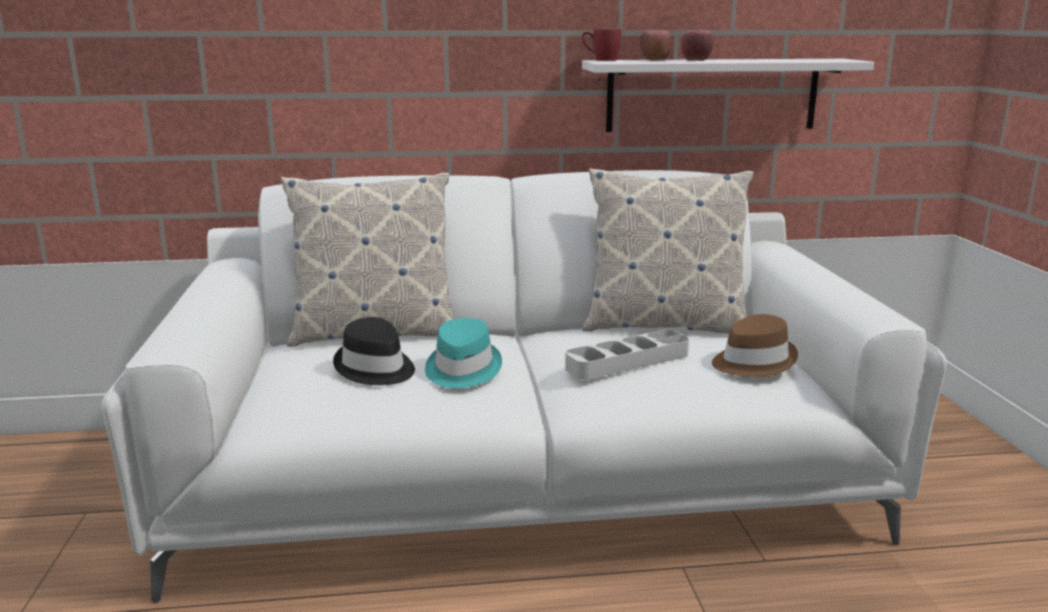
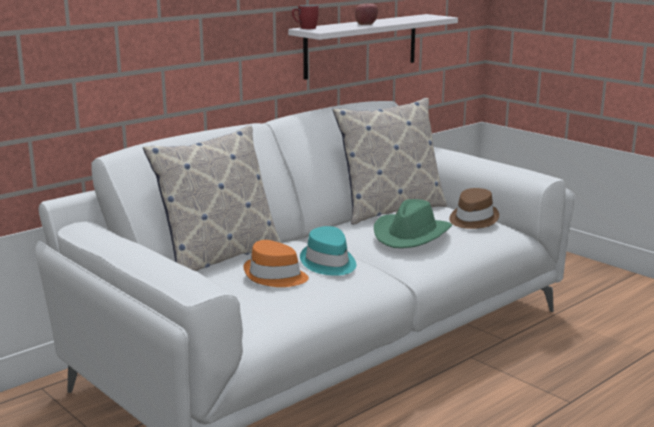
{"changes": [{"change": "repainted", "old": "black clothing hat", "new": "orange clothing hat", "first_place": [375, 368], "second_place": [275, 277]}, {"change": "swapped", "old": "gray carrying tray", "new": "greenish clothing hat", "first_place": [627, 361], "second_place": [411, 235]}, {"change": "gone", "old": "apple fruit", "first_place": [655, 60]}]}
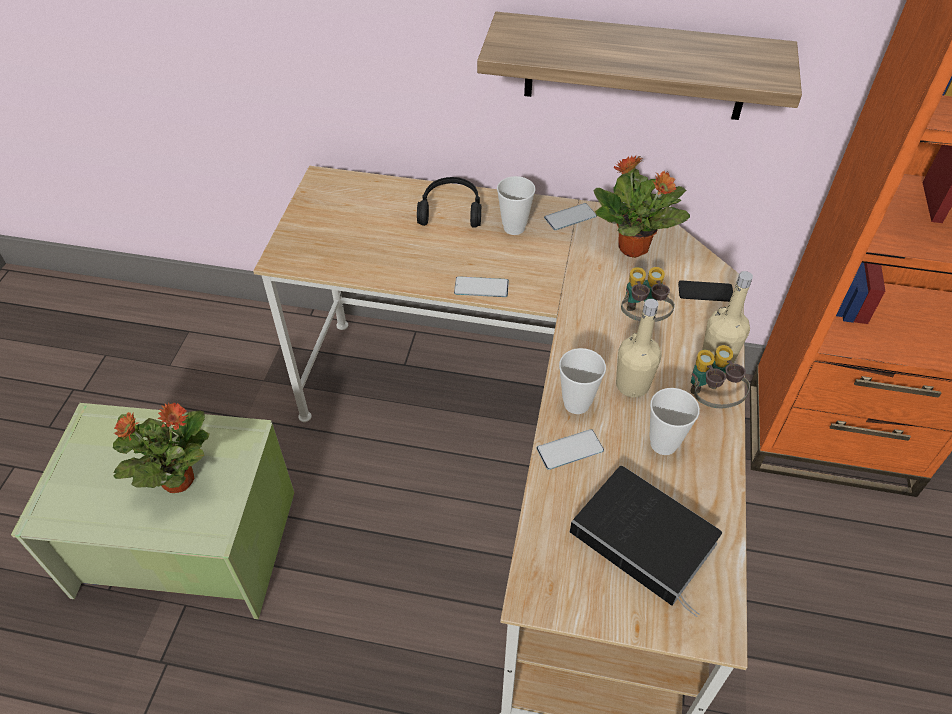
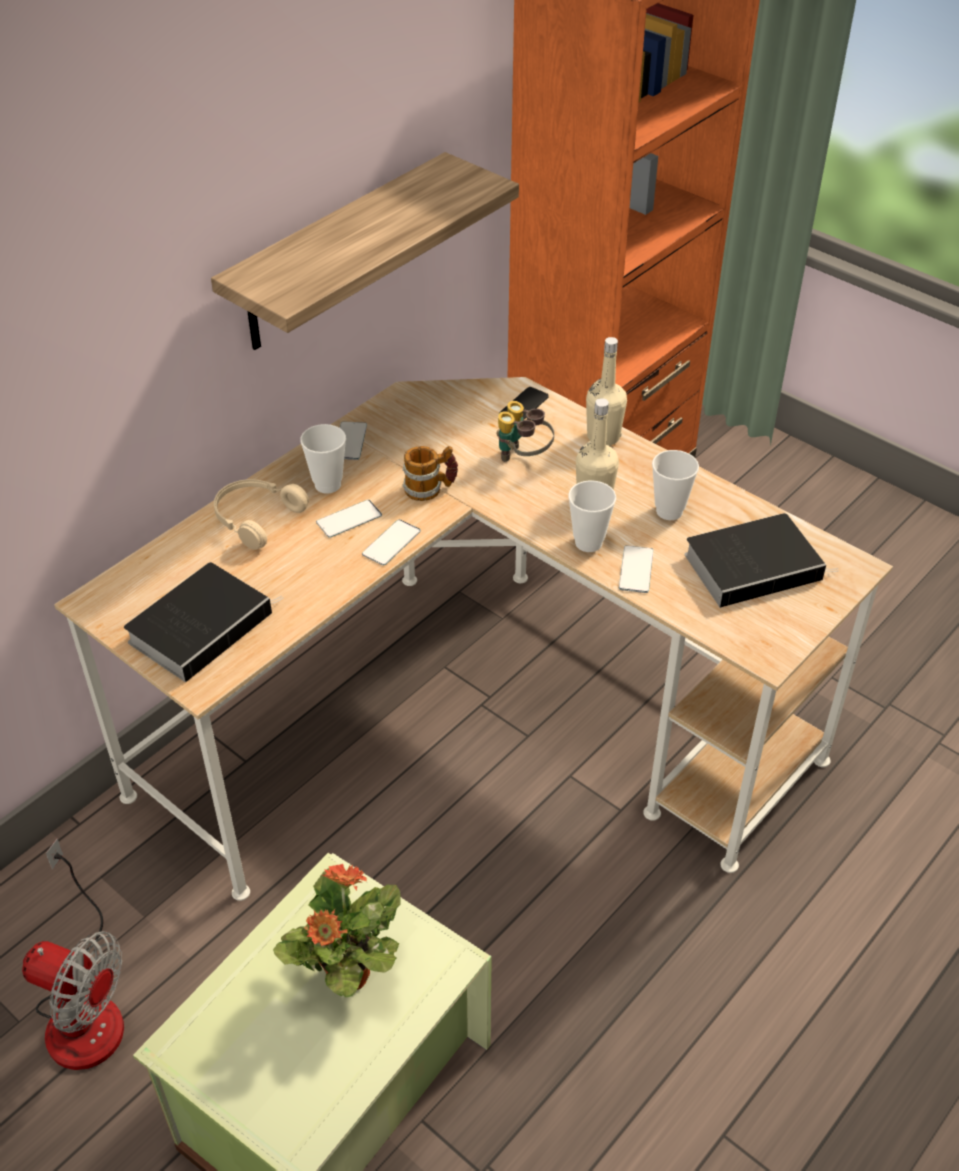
{"changes": [{"change": "repainted", "old": "black pair of headphones", "new": "beige-coloured pair of headphones", "first_place": [451, 210], "second_place": [255, 518]}, {"change": "gone", "old": "houseplant", "first_place": [634, 248]}, {"change": "gone", "old": "field glasses", "first_place": [710, 400]}, {"change": "new", "new": "electric fan", "second_place": [83, 1006]}, {"change": "new", "new": "bound book", "second_place": [202, 624]}, {"change": "new", "new": "handset", "second_place": [349, 519]}, {"change": "new", "new": "coffee mug", "second_place": [430, 489]}]}
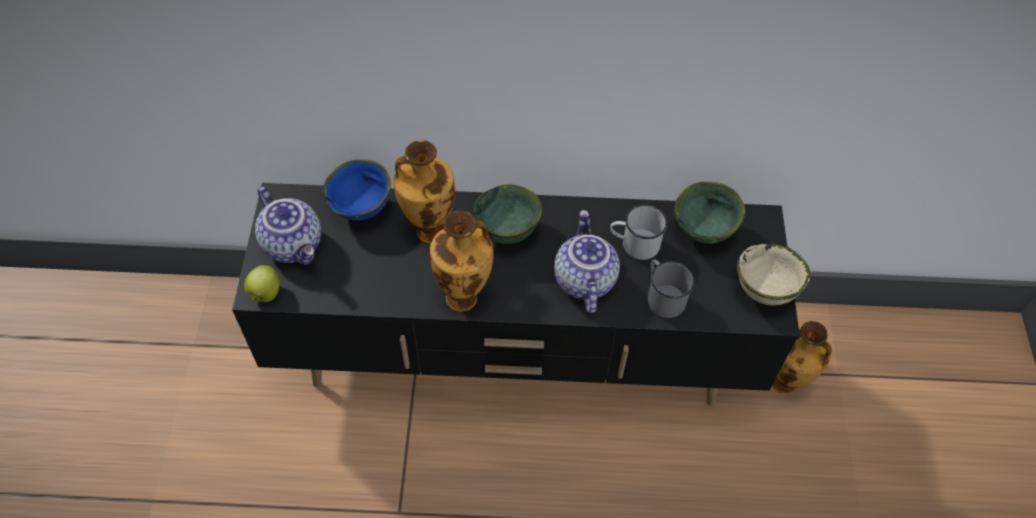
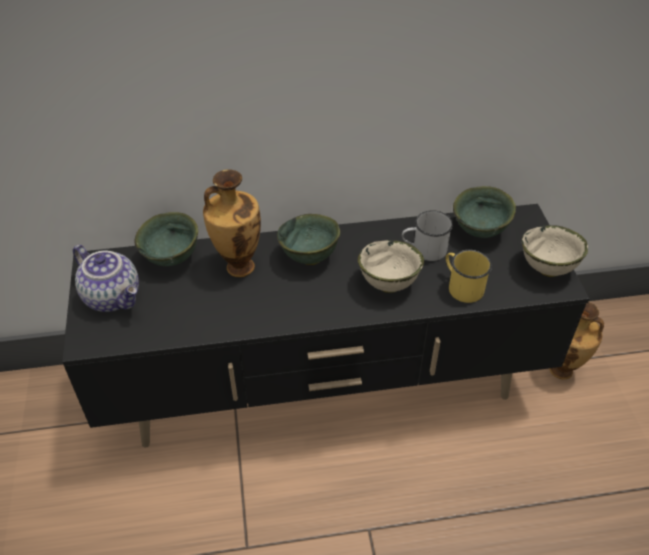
{"changes": [{"change": "gone", "old": "apple fruit", "first_place": [265, 294]}, {"change": "repainted", "old": "bluish serving bowl", "new": "greenish serving bowl", "first_place": [363, 209], "second_place": [173, 259]}, {"change": "gone", "old": "vase", "first_place": [464, 298]}, {"change": "swapped", "old": "pot for tea", "new": "beige-coloured serving bowl", "first_place": [583, 280], "second_place": [387, 284]}, {"change": "repainted", "old": "gray coffee mug", "new": "yellow coffee mug", "first_place": [662, 296], "second_place": [461, 286]}]}
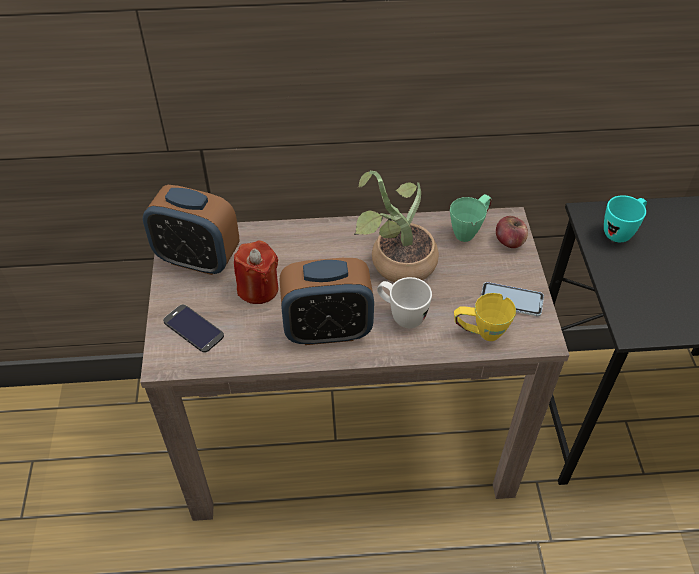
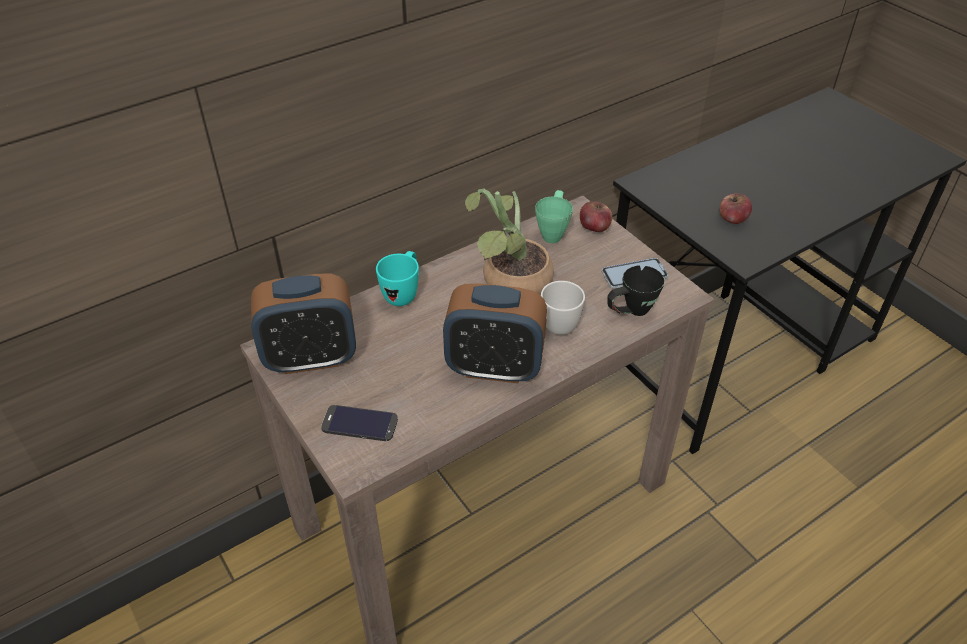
{"changes": [{"change": "gone", "old": "red wax candle", "first_place": [258, 289]}, {"change": "rotated", "old": "bedside clock", "first_place": [327, 330], "second_place": [494, 367], "degrees": 45}, {"change": "repainted", "old": "yellow coffee mug", "new": "black coffee mug", "first_place": [480, 333], "second_place": [630, 312]}, {"change": "shifted", "old": "turquoise coffee mug", "first_place": [621, 231], "second_place": [403, 293]}, {"change": "new", "new": "apple fruit", "second_place": [732, 219]}]}
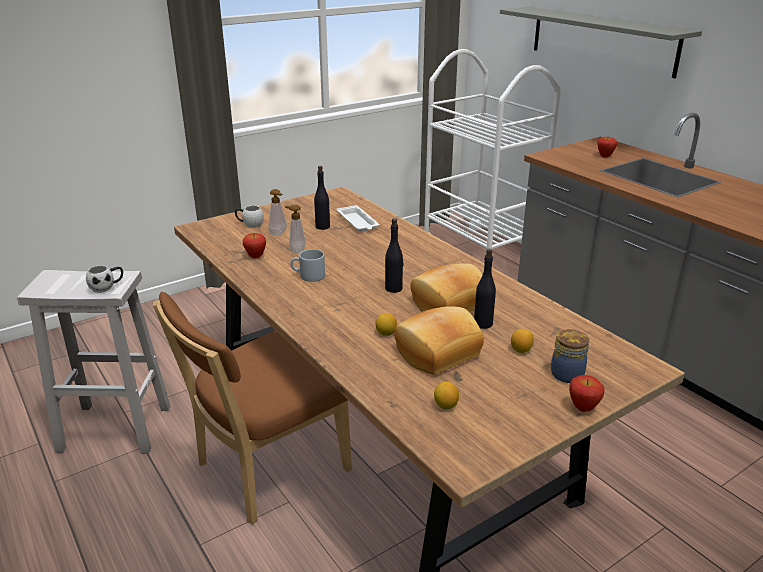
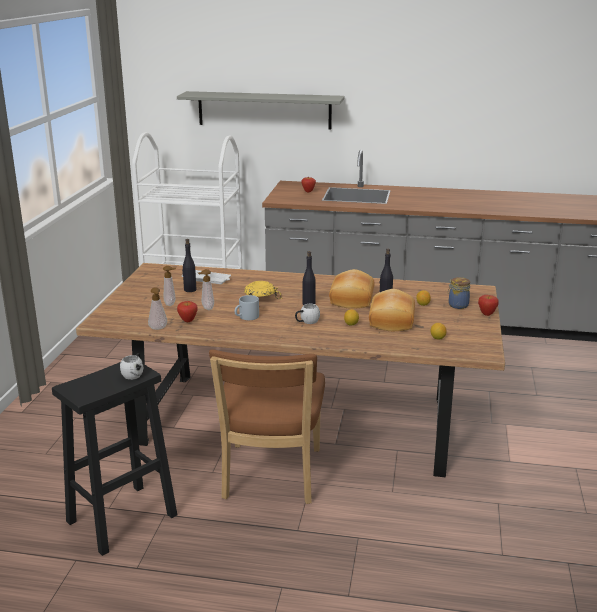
{"changes": [{"change": "repainted", "old": "whitish stool", "new": "black stool", "first_place": [117, 428], "second_place": [123, 517]}, {"change": "shifted", "old": "whitish coffee mug", "first_place": [249, 224], "second_place": [306, 322]}, {"change": "new", "new": "liquid soap bottle", "second_place": [158, 329]}, {"change": "new", "new": "yellow serving bowl", "second_place": [260, 300]}]}
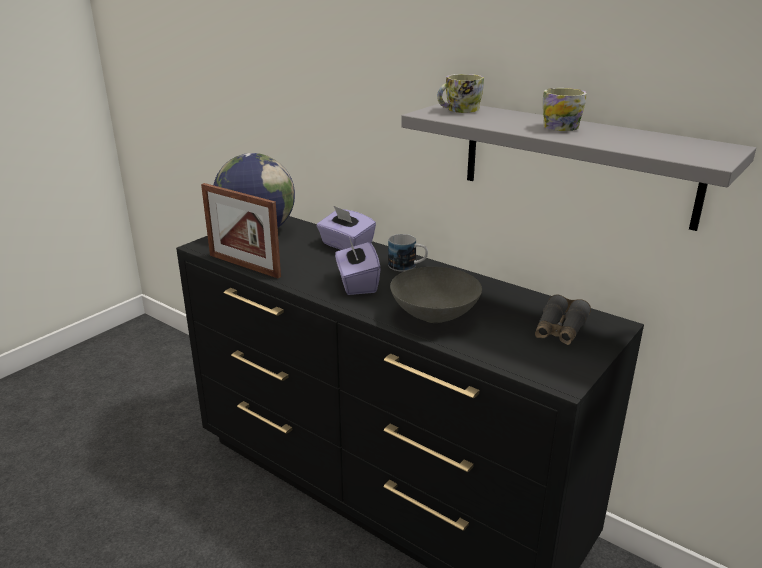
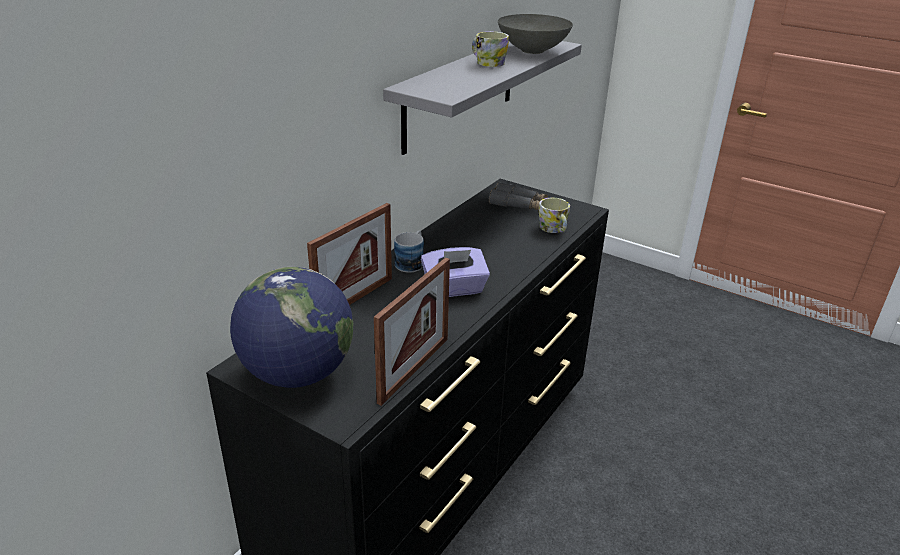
{"changes": [{"change": "swapped", "old": "purplish box of tissues", "new": "photo frame", "first_place": [346, 246], "second_place": [354, 299]}, {"change": "shifted", "old": "gray serving bowl", "first_place": [435, 315], "second_place": [531, 50]}, {"change": "shifted", "old": "coffee mug", "first_place": [458, 110], "second_place": [554, 229]}]}
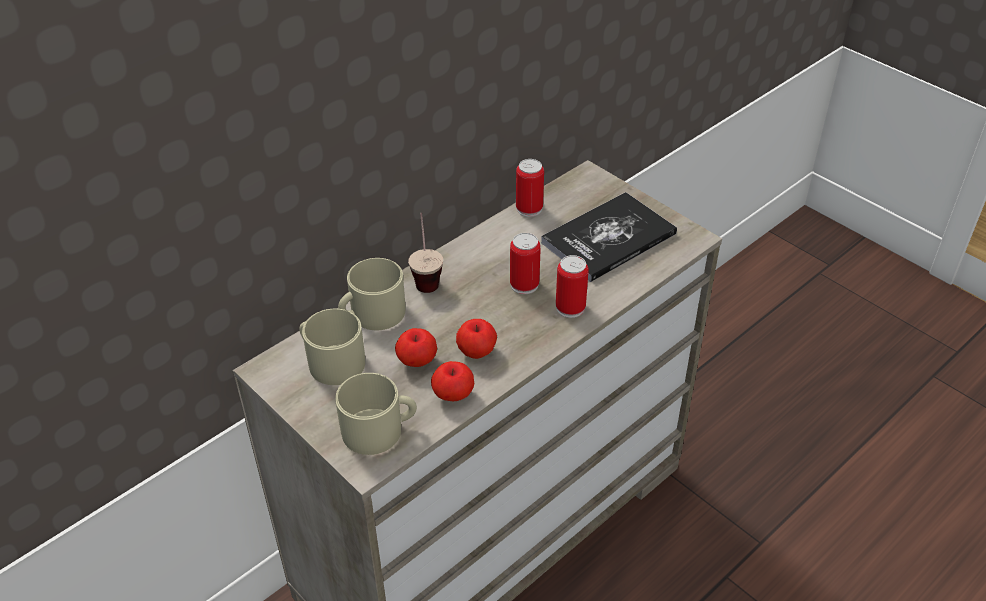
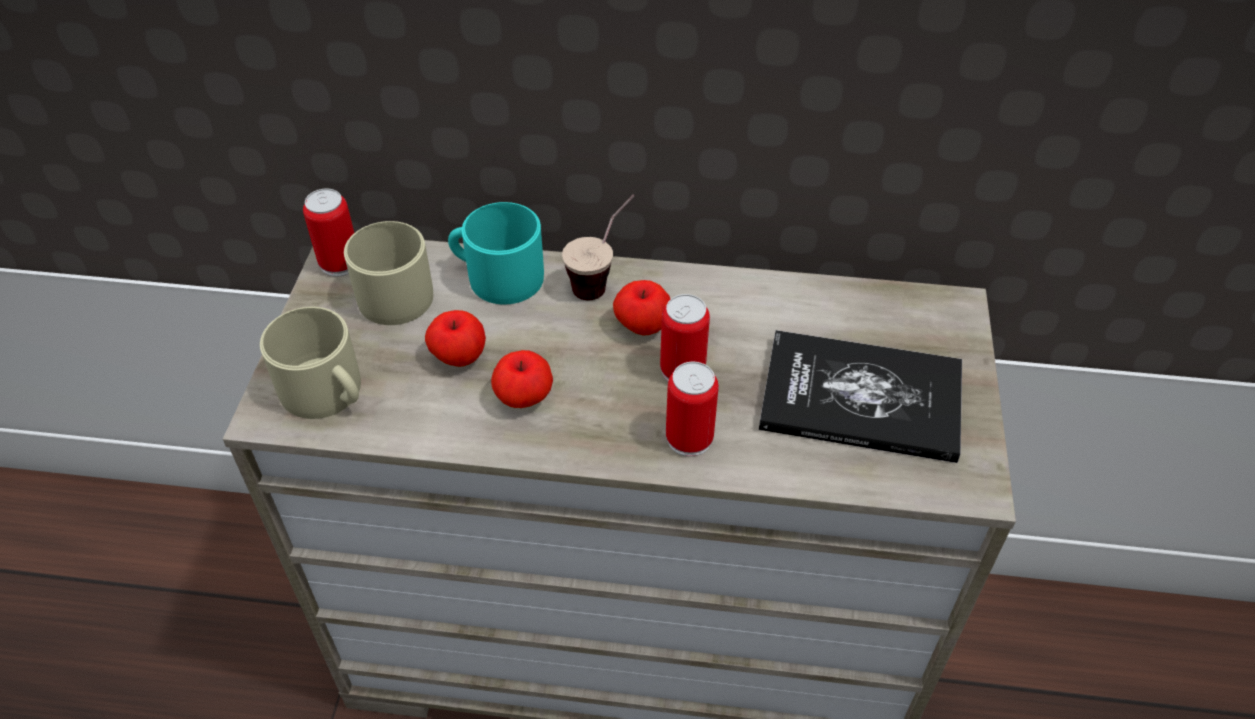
{"changes": [{"change": "repainted", "old": "beige-coloured coffee mug", "new": "turquoise coffee mug", "first_place": [372, 314], "second_place": [497, 276]}, {"change": "shifted", "old": "apple fruit", "first_place": [453, 395], "second_place": [642, 326]}, {"change": "shifted", "old": "can", "first_place": [529, 209], "second_place": [340, 263]}]}
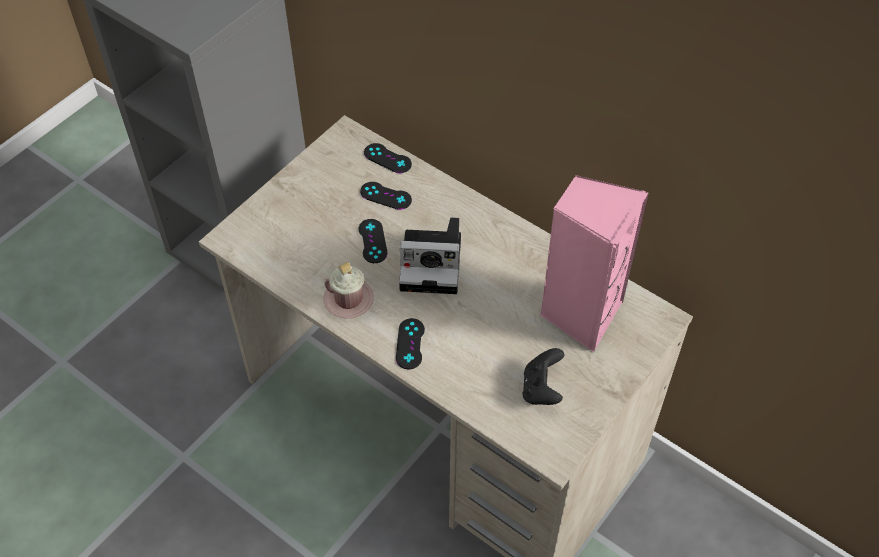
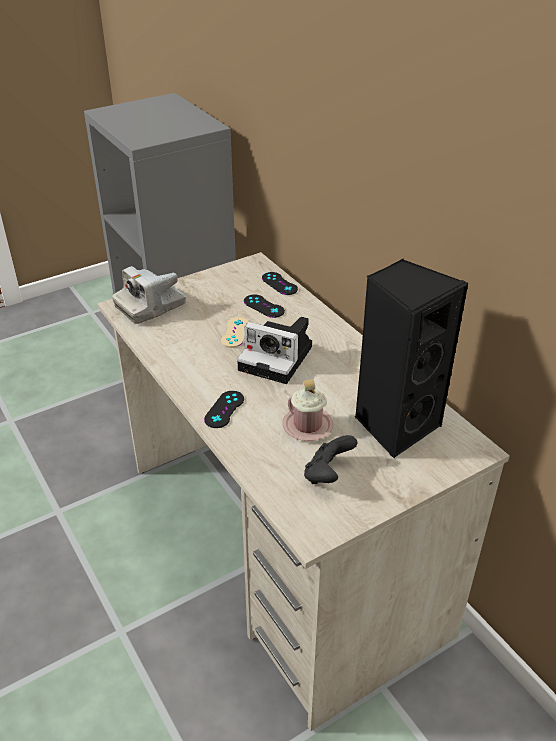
{"changes": [{"change": "shifted", "old": "pinkish coffee mug", "first_place": [348, 299], "second_place": [307, 426]}, {"change": "repainted", "old": "black joypad", "new": "beige-coloured joypad", "first_place": [372, 241], "second_place": [235, 332]}, {"change": "repainted", "old": "pinkish loudspeaker", "new": "black loudspeaker", "first_place": [580, 313], "second_place": [395, 425]}, {"change": "new", "new": "photo camera", "second_place": [150, 306]}]}
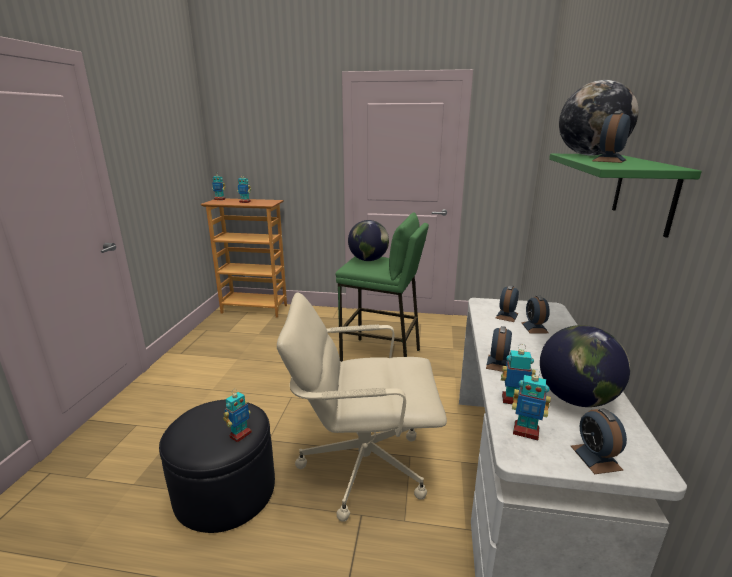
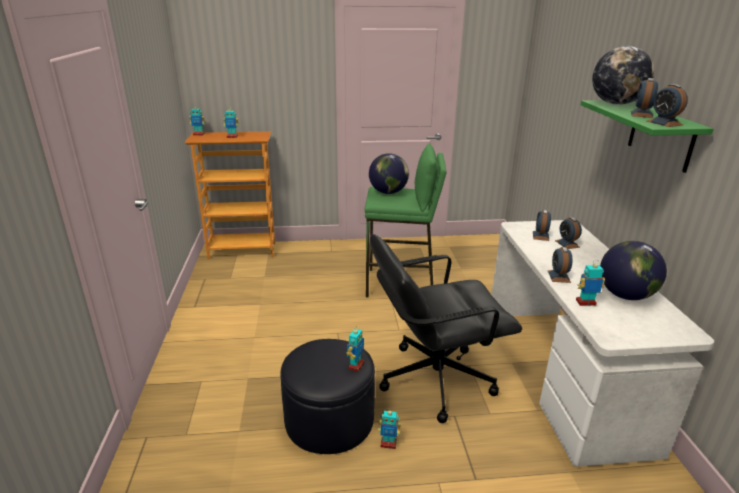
{"changes": [{"change": "repainted", "old": "beige-coloured desk chair", "new": "black desk chair", "first_place": [362, 465], "second_place": [434, 379]}, {"change": "shifted", "old": "model robot", "first_place": [525, 431], "second_place": [388, 443]}, {"change": "shifted", "old": "bedside clock", "first_place": [595, 457], "second_place": [664, 123]}]}
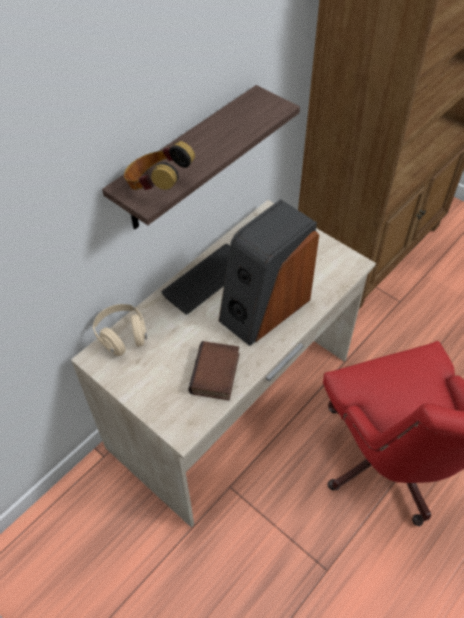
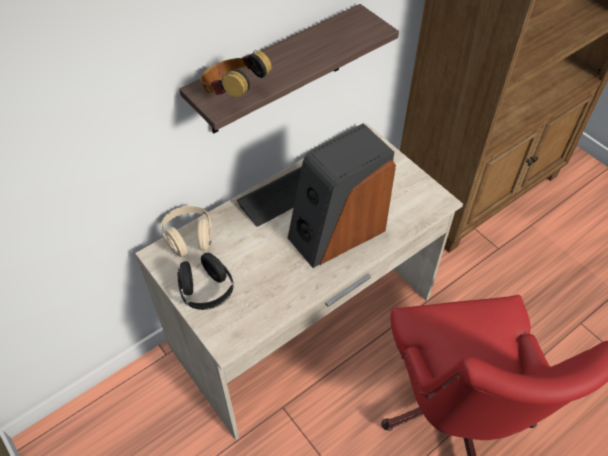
{"changes": [{"change": "gone", "old": "bound book", "first_place": [216, 374]}, {"change": "new", "new": "black pair of headphones", "second_place": [206, 291]}]}
